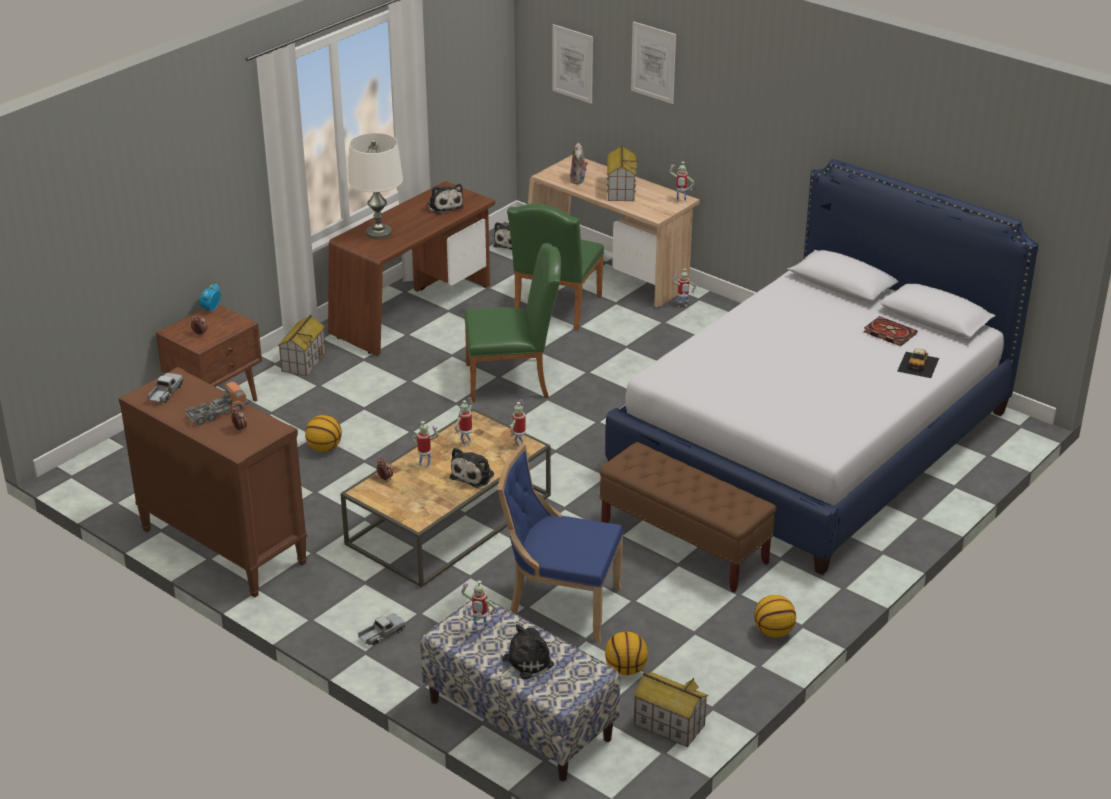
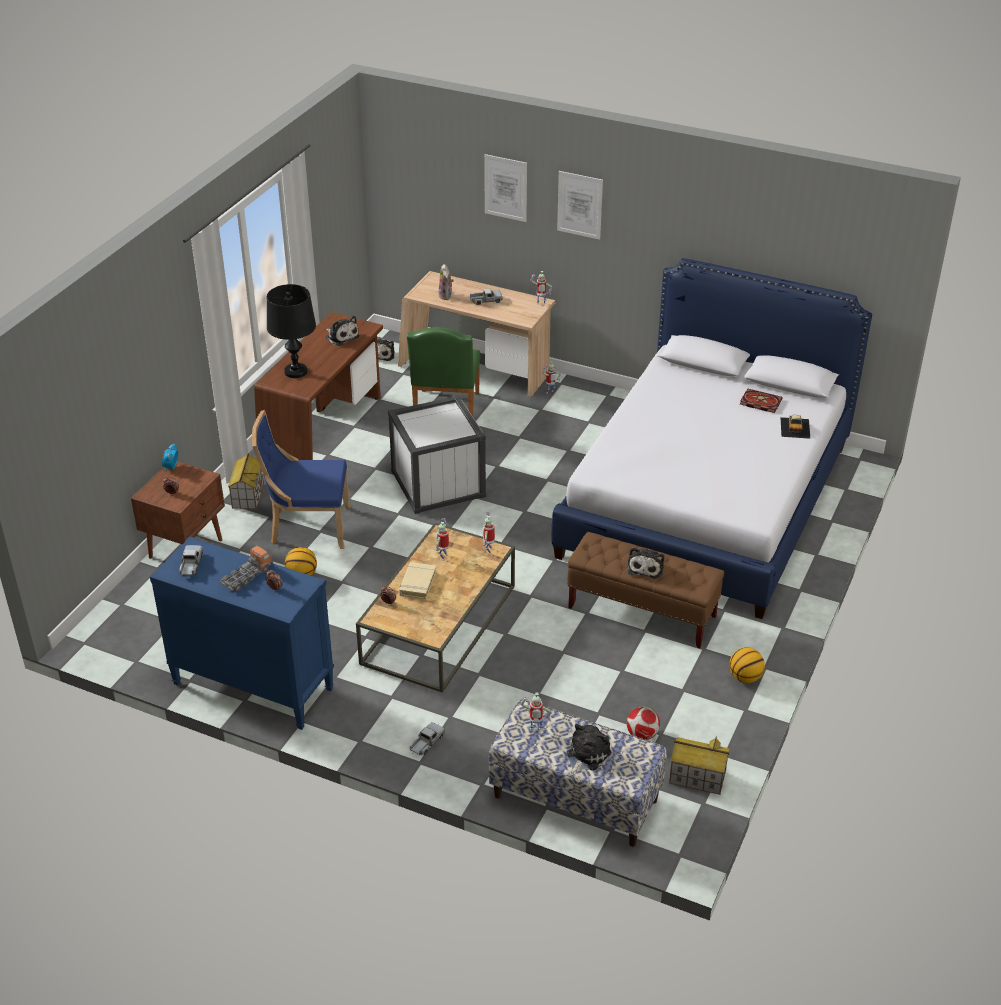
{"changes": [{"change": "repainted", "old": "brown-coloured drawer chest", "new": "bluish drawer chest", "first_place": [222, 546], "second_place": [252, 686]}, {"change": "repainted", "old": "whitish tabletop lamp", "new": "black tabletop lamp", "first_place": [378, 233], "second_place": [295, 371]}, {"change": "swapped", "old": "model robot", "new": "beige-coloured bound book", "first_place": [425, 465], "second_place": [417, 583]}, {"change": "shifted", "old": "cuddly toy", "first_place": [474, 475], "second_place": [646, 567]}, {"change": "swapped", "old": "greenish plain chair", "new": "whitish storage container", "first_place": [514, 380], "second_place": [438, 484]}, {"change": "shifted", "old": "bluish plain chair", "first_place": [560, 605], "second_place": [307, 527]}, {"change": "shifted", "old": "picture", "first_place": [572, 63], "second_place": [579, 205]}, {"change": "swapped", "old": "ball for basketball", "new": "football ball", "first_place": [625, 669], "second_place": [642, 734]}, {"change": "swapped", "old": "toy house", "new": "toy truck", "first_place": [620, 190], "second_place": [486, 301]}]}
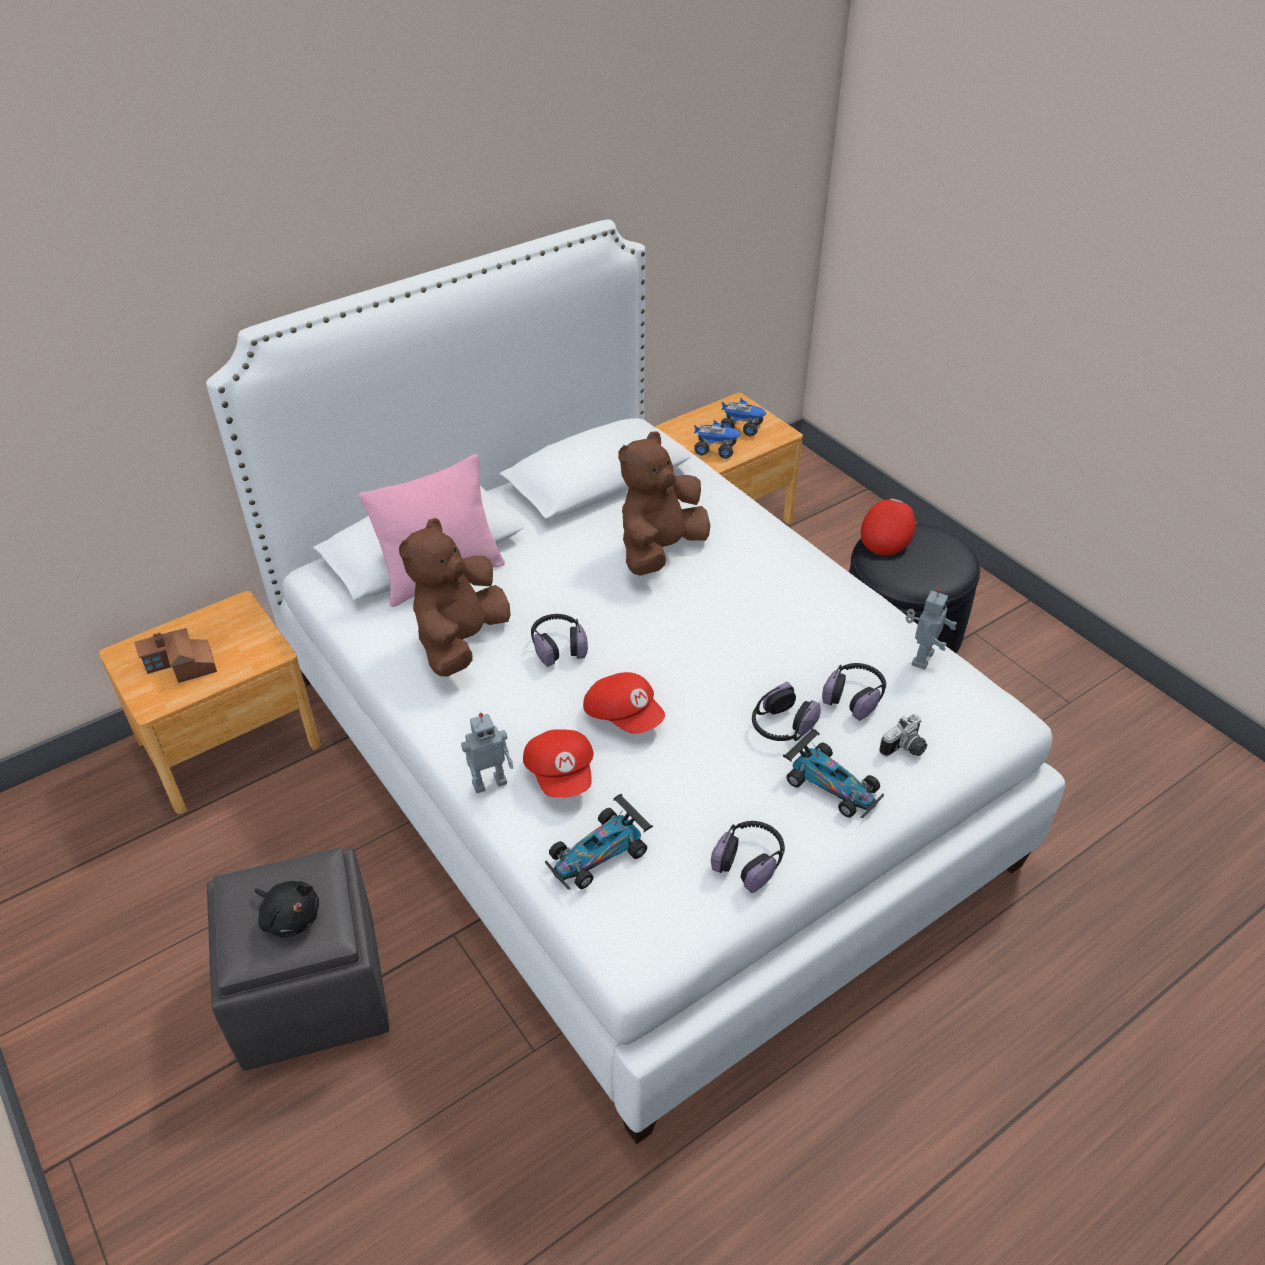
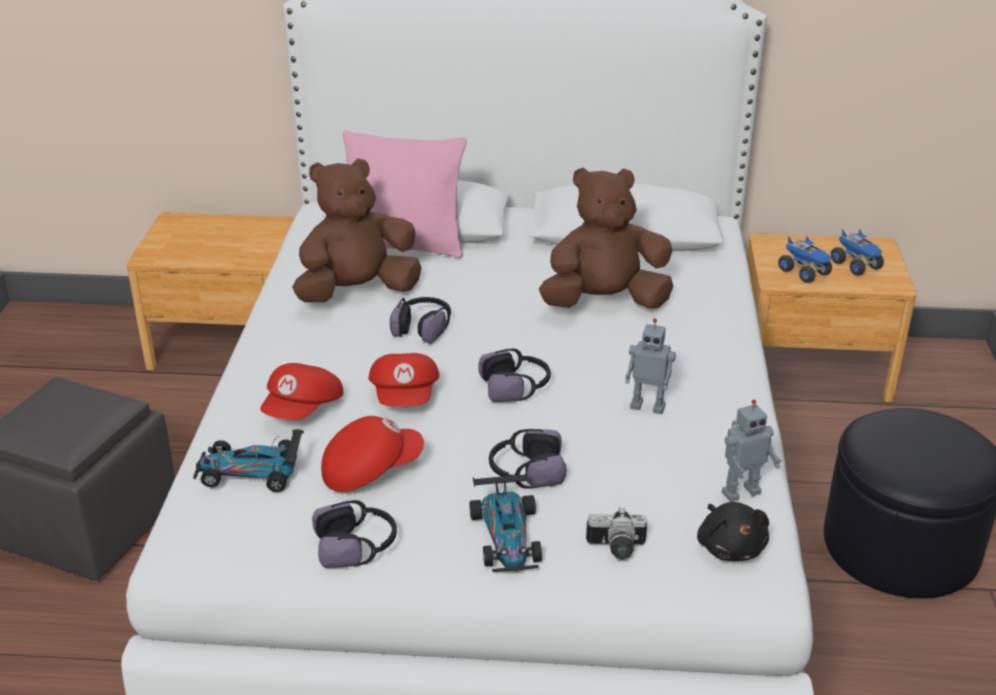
{"changes": [{"change": "gone", "old": "toy house", "first_place": [180, 665]}, {"change": "shifted", "old": "black cuddly toy", "first_place": [290, 917], "second_place": [730, 547]}, {"change": "shifted", "old": "model robot", "first_place": [489, 782], "second_place": [648, 406]}, {"change": "shifted", "old": "pair of headphones", "first_place": [855, 697], "second_place": [516, 387]}, {"change": "shifted", "old": "red baseball cap", "first_place": [886, 536], "second_place": [370, 470]}]}
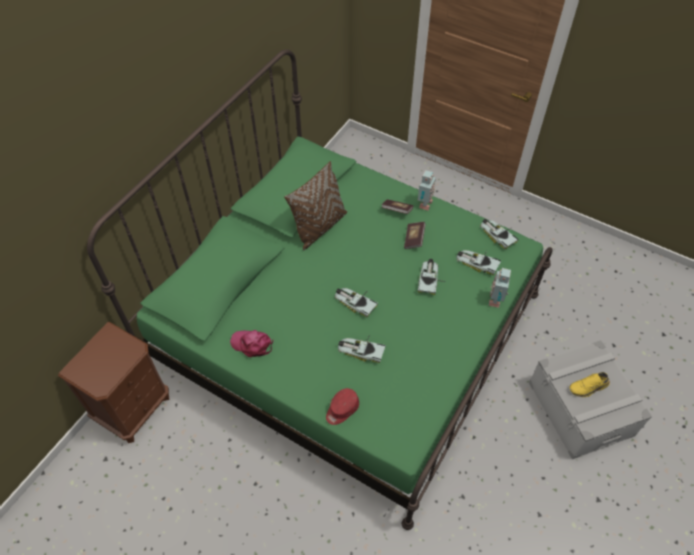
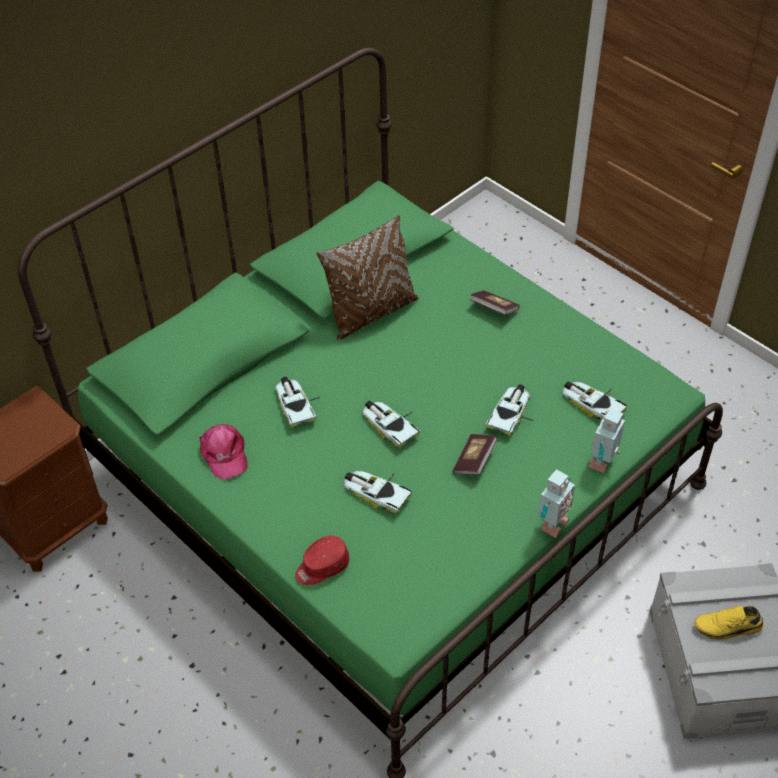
{"changes": [{"change": "rotated", "old": "pinkish baseball cap", "first_place": [252, 344], "second_place": [224, 454], "degrees": -150}, {"change": "shifted", "old": "bound book", "first_place": [414, 239], "second_place": [474, 461]}, {"change": "shifted", "old": "model robot", "first_place": [424, 204], "second_place": [552, 524]}, {"change": "shifted", "old": "miniature car", "first_place": [497, 235], "second_place": [295, 404]}]}
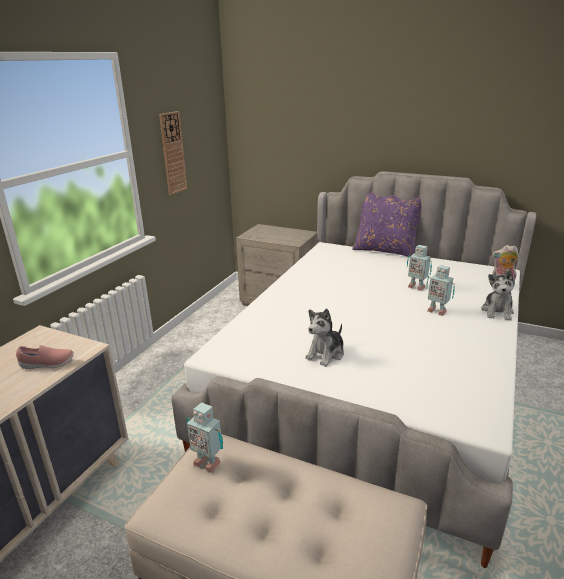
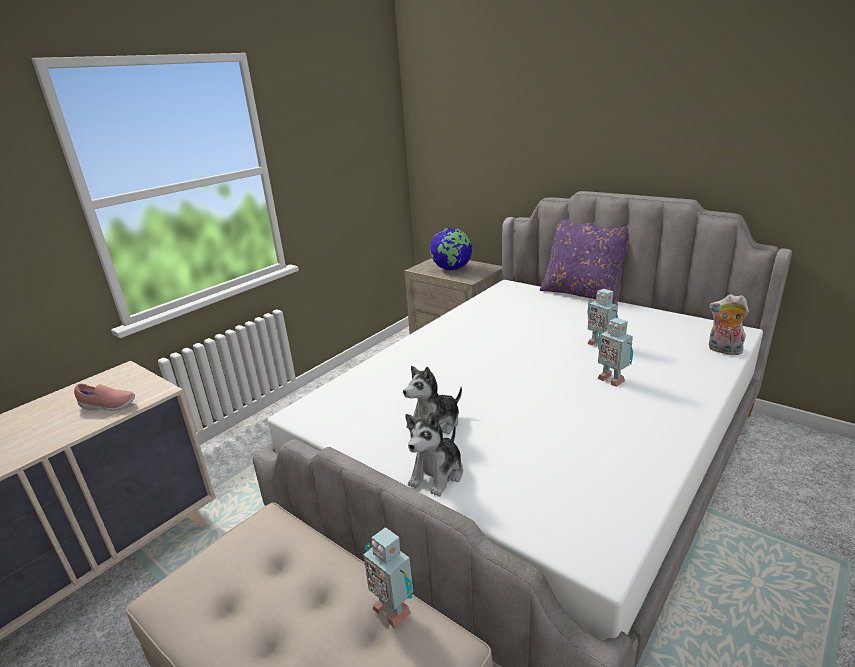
{"changes": [{"change": "gone", "old": "clock on the wall", "first_place": [173, 153]}, {"change": "shifted", "old": "model robot", "first_place": [207, 462], "second_place": [393, 608]}, {"change": "shifted", "old": "cuddly toy", "first_place": [497, 311], "second_place": [437, 474]}, {"change": "new", "new": "globe", "second_place": [452, 269]}]}
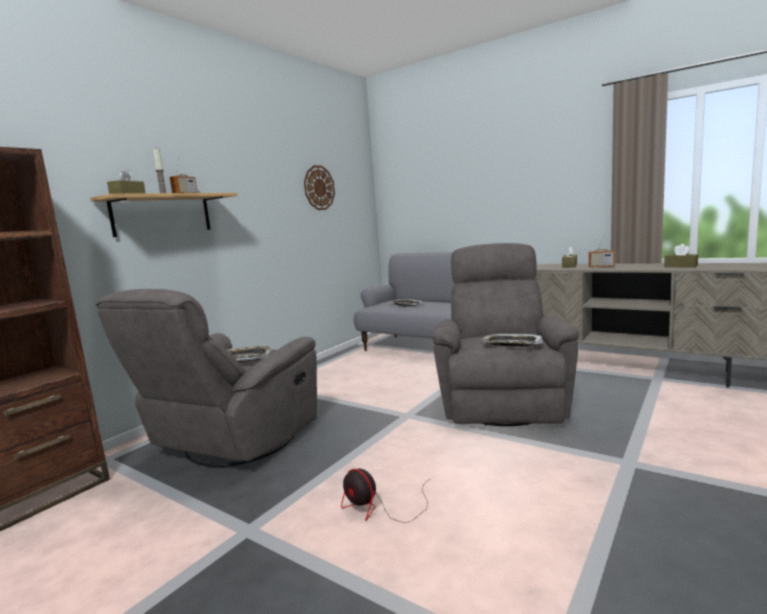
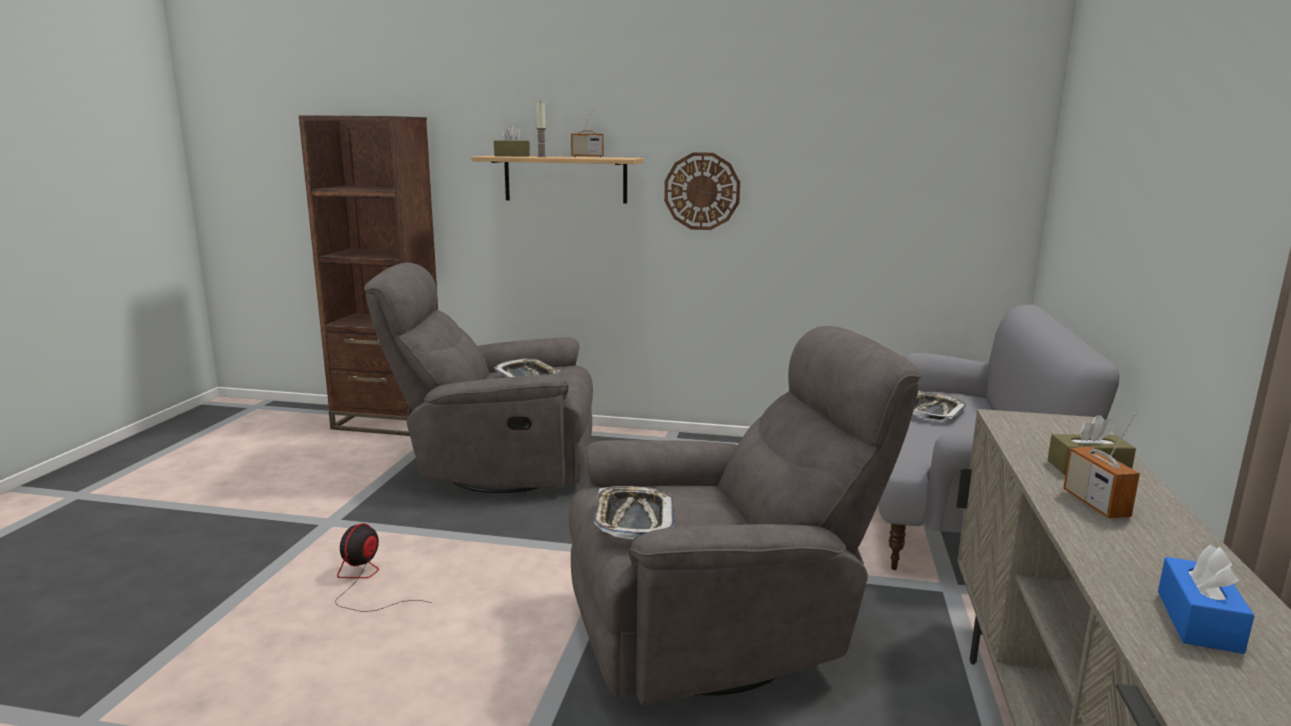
{"changes": [{"change": "shifted", "old": "clock on the wall", "first_place": [319, 188], "second_place": [702, 191]}, {"change": "repainted", "old": "brown-coloured box of tissues", "new": "bluish box of tissues", "first_place": [680, 266], "second_place": [1198, 621]}]}
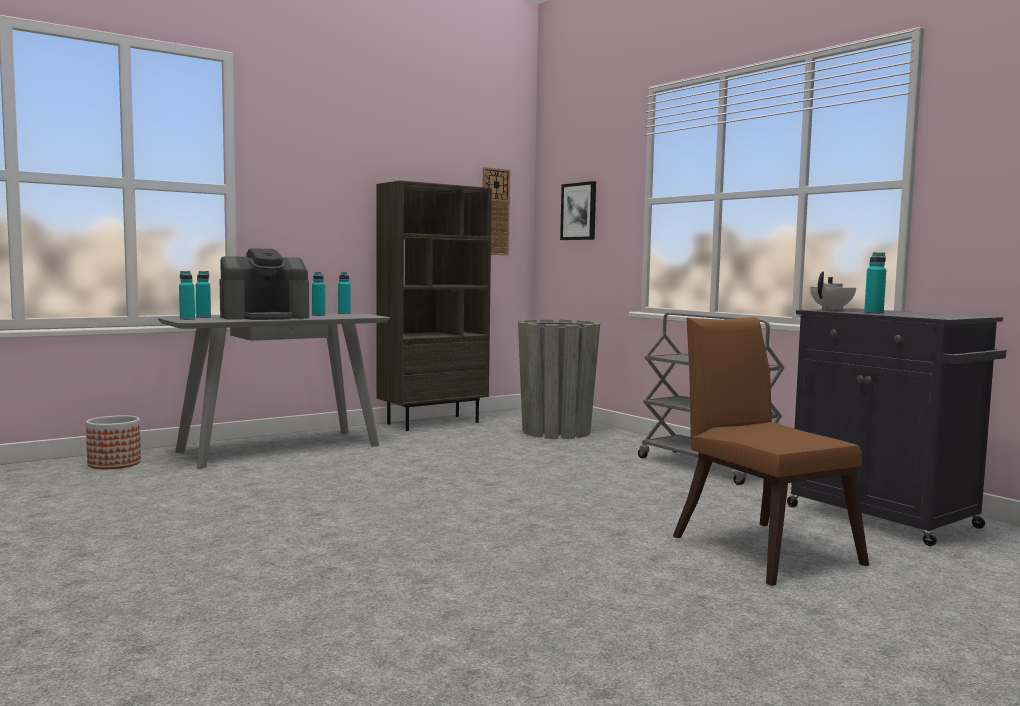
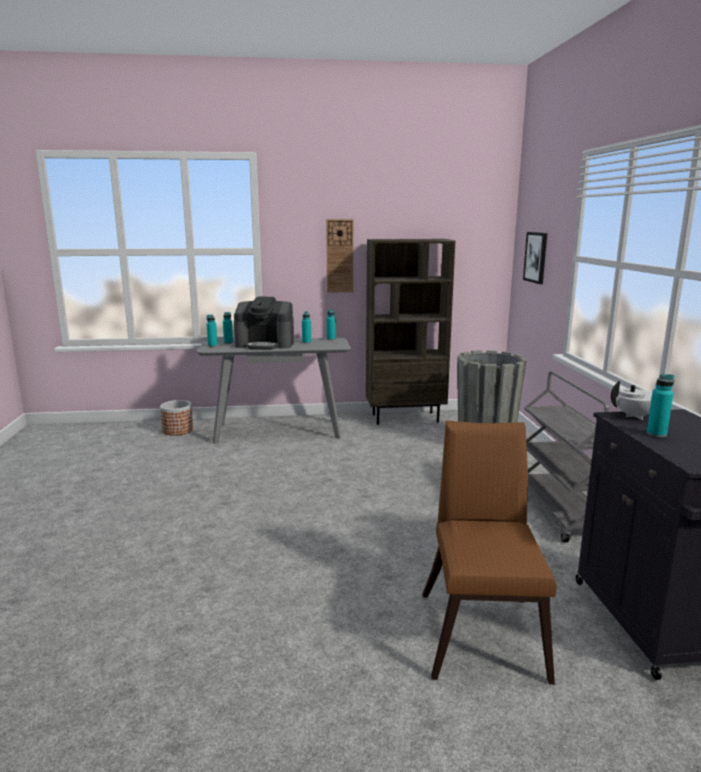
{"changes": [{"change": "shifted", "old": "clock on the wall", "first_place": [495, 212], "second_place": [339, 256]}]}
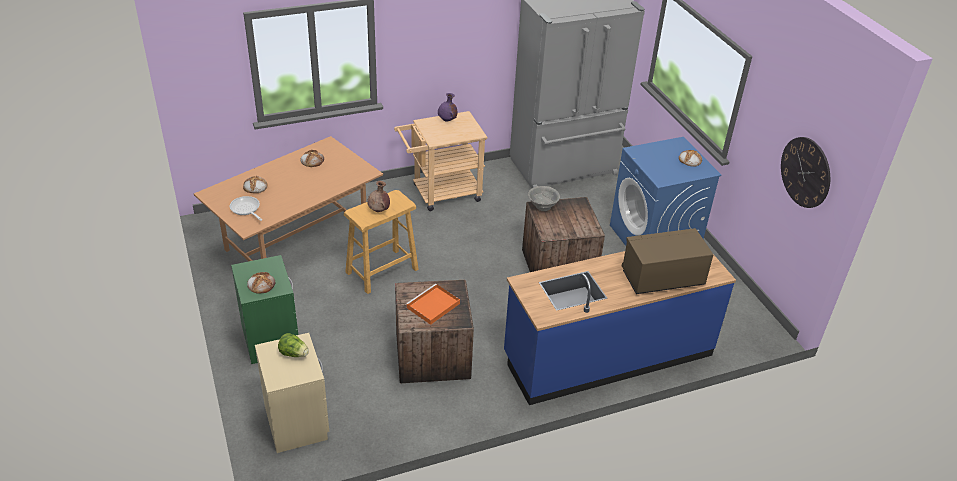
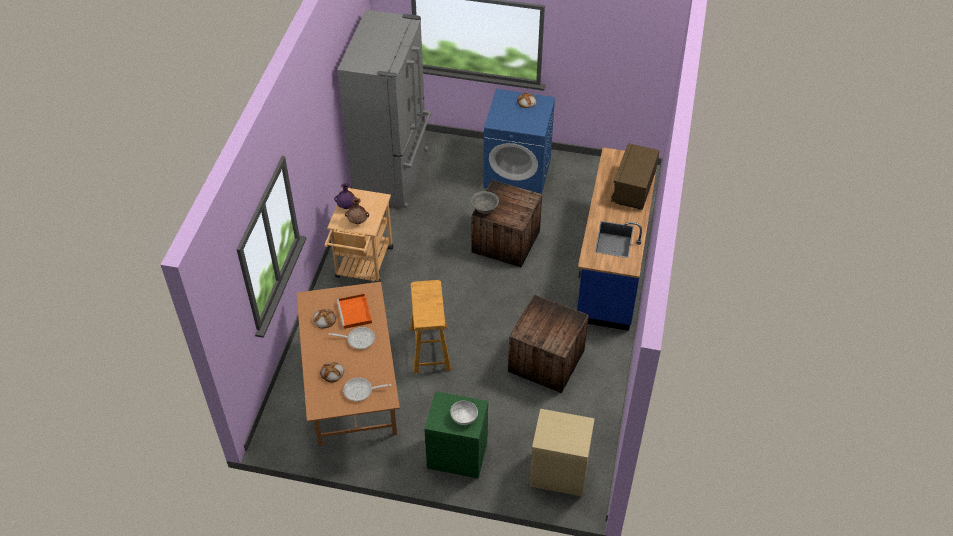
{"changes": [{"change": "swapped", "old": "baked bread", "new": "whitish serving bowl", "first_place": [261, 284], "second_place": [464, 417]}, {"change": "gone", "old": "lettuce", "first_place": [294, 353]}, {"change": "shifted", "old": "brown-coloured vase", "first_place": [379, 210], "second_place": [358, 221]}, {"change": "shifted", "old": "orange carrying tray", "first_place": [432, 306], "second_place": [355, 313]}, {"change": "gone", "old": "clock on the wall", "first_place": [805, 172]}, {"change": "new", "new": "frying pan", "second_place": [358, 339]}]}
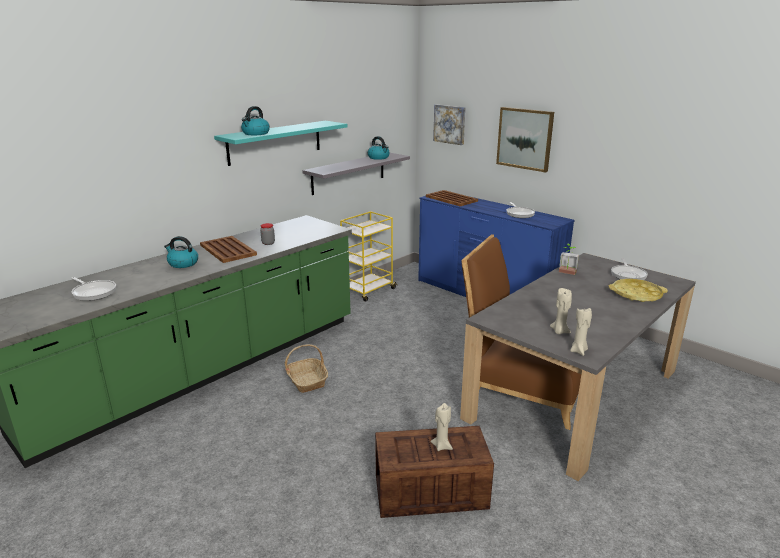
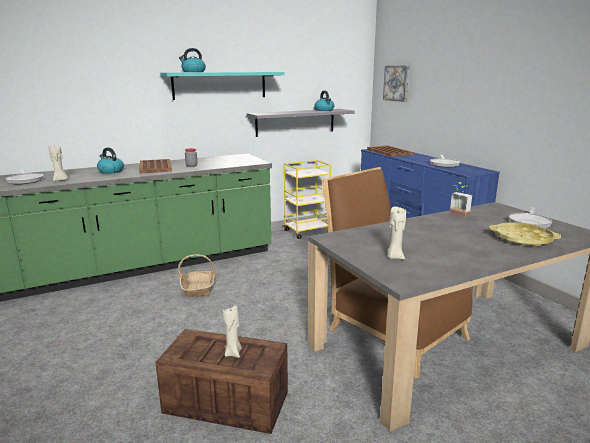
{"changes": [{"change": "gone", "old": "picture", "first_place": [525, 138]}, {"change": "shifted", "old": "beige-coloured wax candle", "first_place": [579, 351], "second_place": [60, 180]}]}
